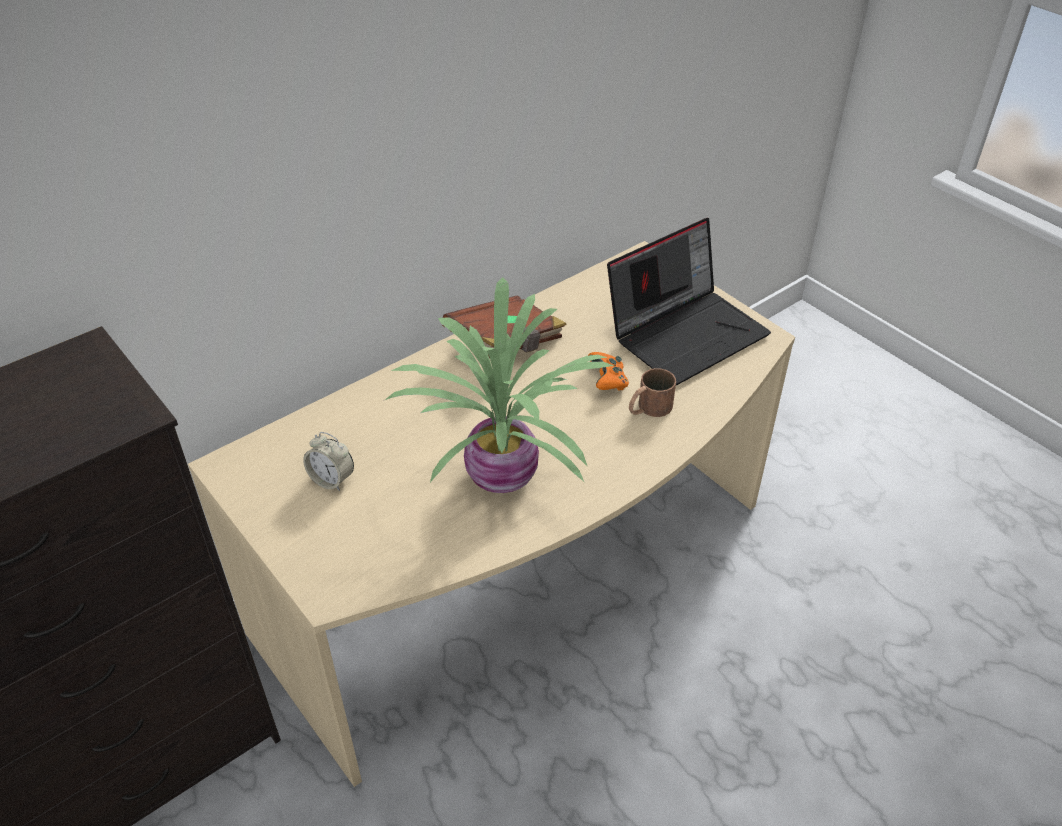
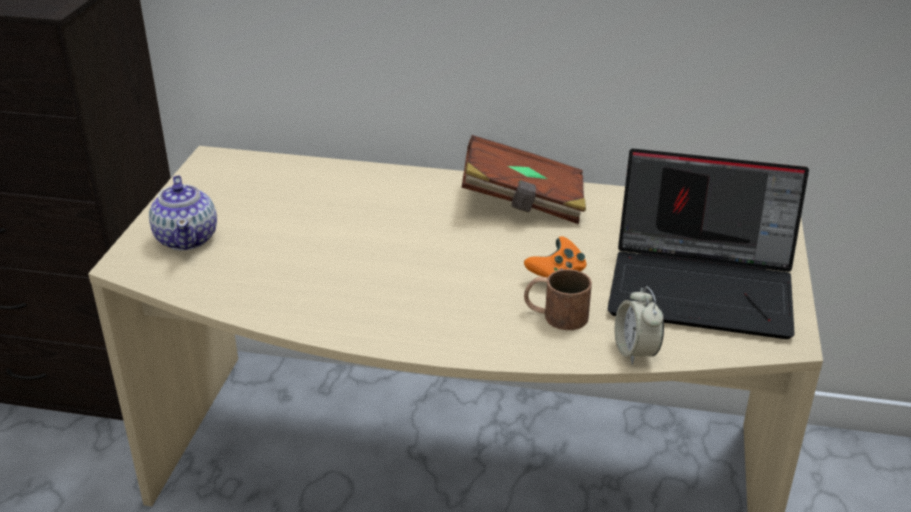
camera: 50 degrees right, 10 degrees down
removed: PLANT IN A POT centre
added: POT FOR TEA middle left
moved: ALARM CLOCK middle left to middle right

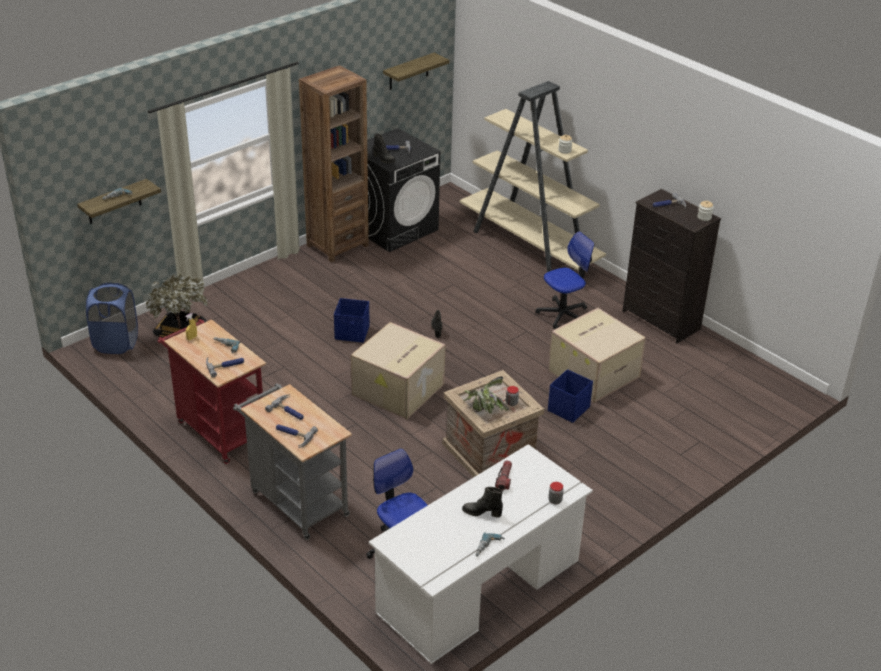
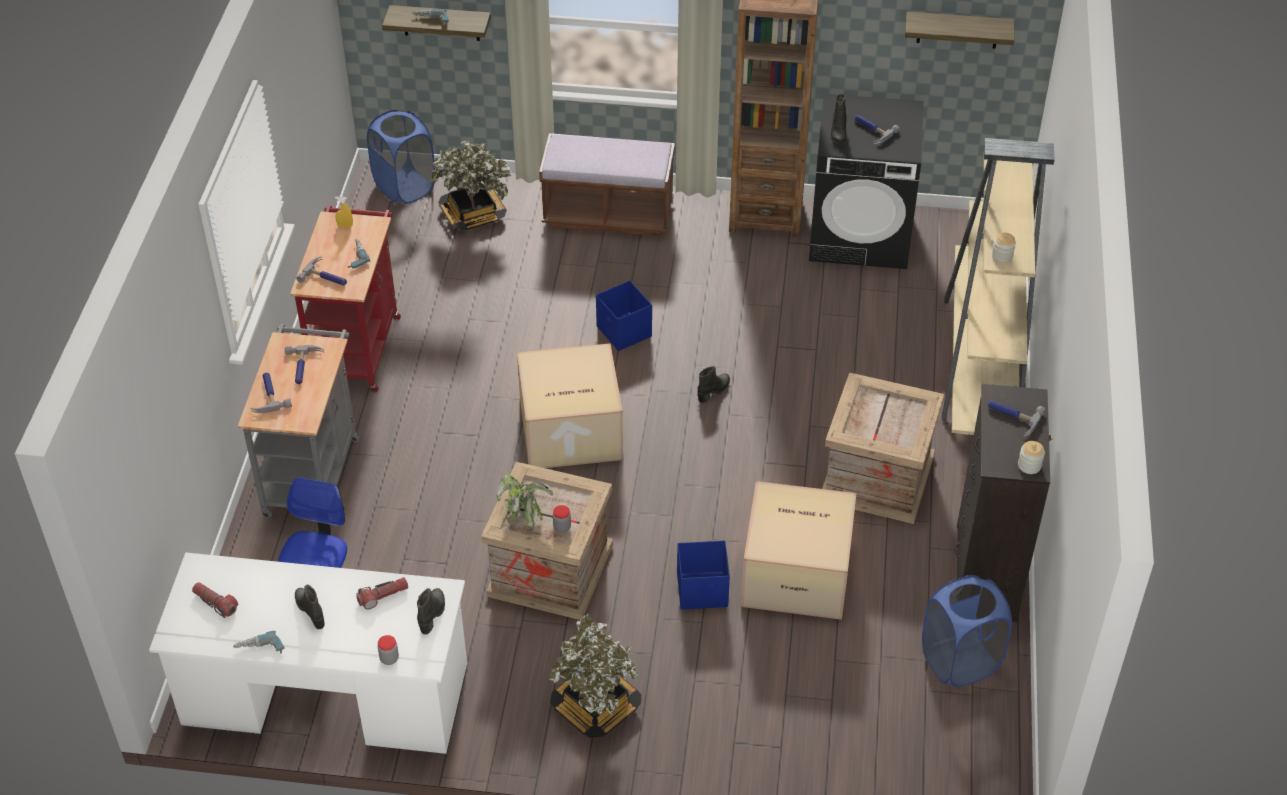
camera: 50 degrees right, 10 degrees up
added: BROWN-COLOURED INDOOR BENCH top centre; BLUE LAUNDRY BASKET (2nd from left) bottom right; TORCH (1st from left) bottom left; BLACKISH BOOT (2nd from left) bottom centre; PLANT IN A POT (3rd from left) bottom centre
replaced: DESK CHAIR (2nd from left) centre to CRATE (2nd from left) middle right

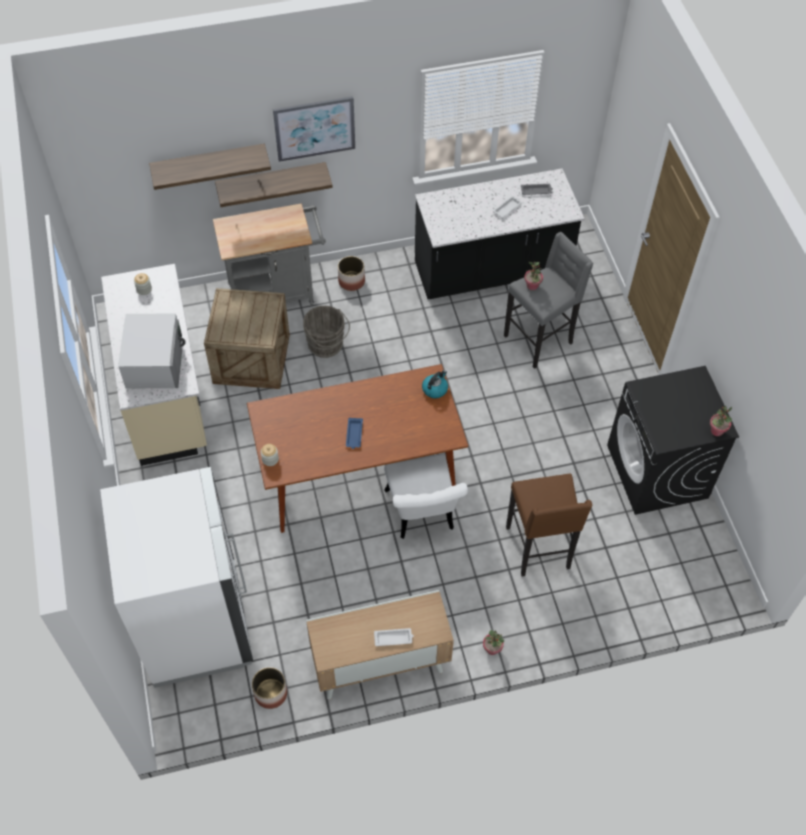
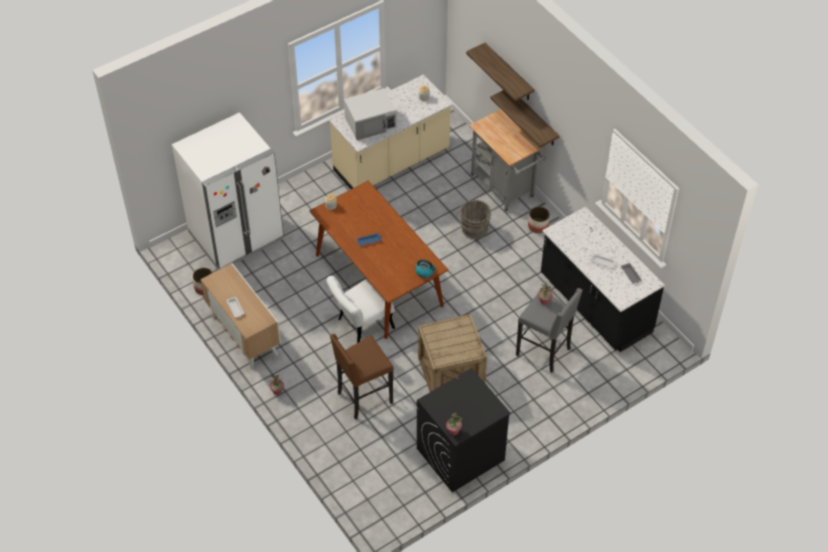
camera: 70 degrees right, 5 degrees down
removed: WALL ART top centre
moved: CRATE middle left to centre

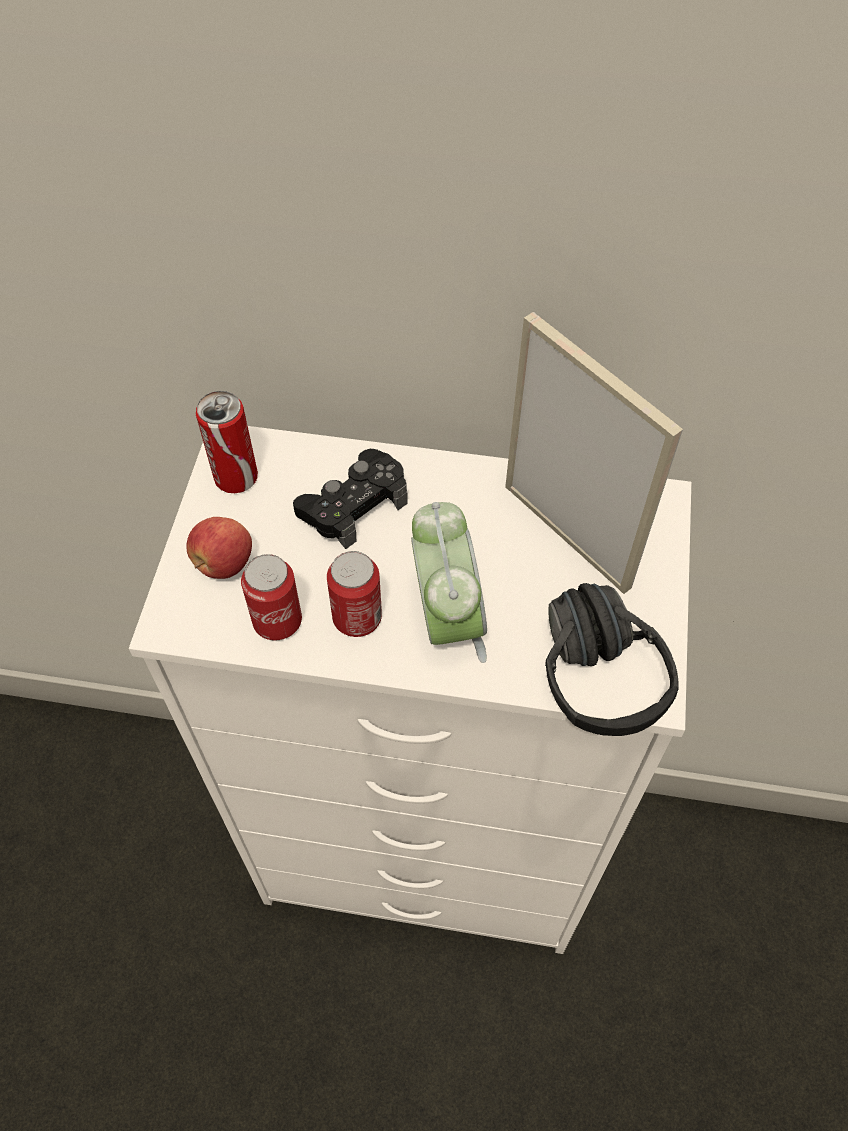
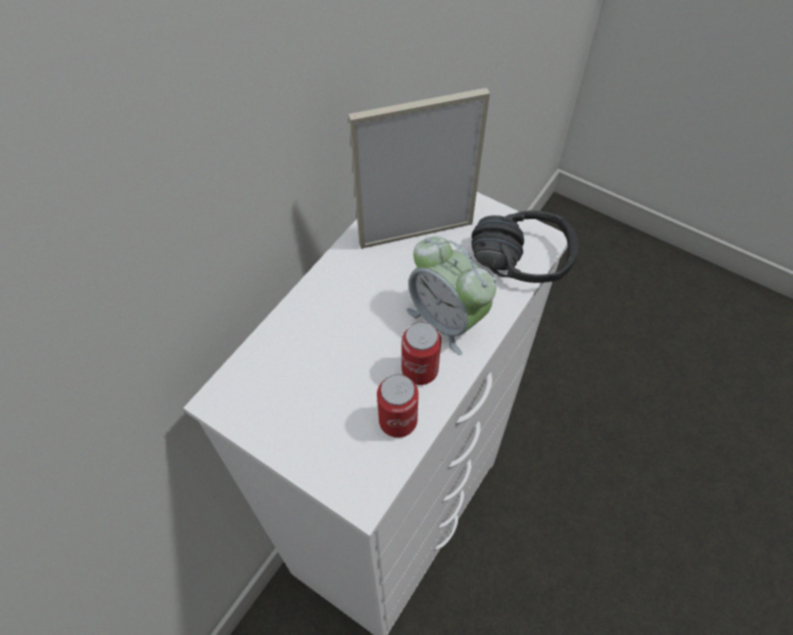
camera: 65 degrees left, 0 degrees up
removed: SEALED CAN (1st from left) middle left; BLACKISH GAMEPAD centre; WHOLE APPLE middle left
turned: ALARM CLOCK centre = centre 150 degrees counterclockwise

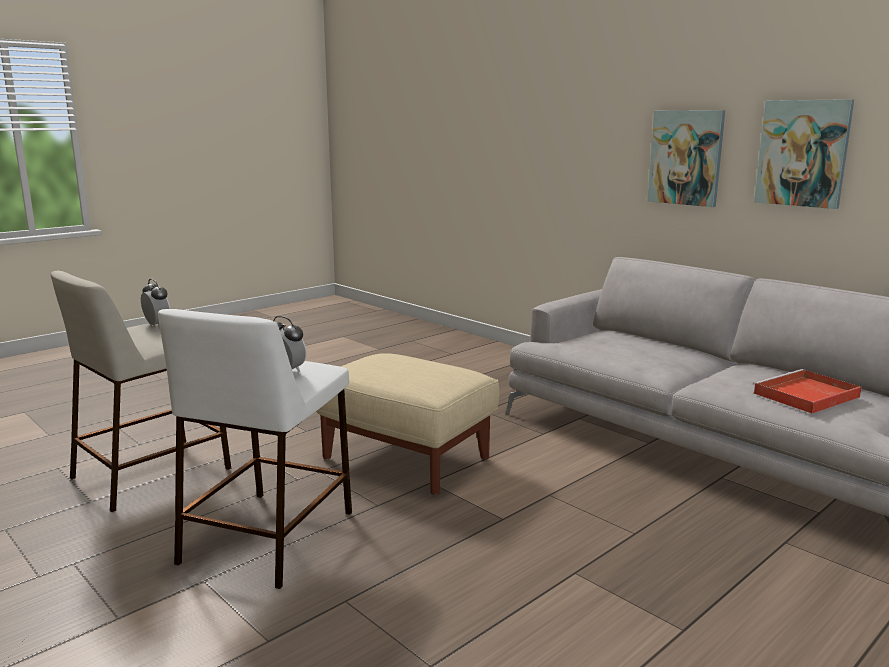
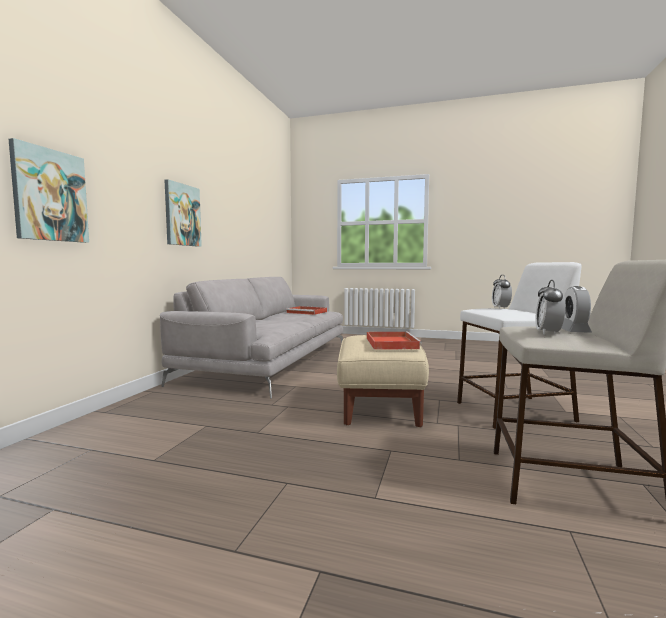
camera: 120 degrees left, 10 degrees down
added: ALARM CLOCK (3rd from left) middle right; REDDISH SERVING TRAY (2nd from left) centre
moved: WALL ART (2nd from left in the first image) top right to WALL ART (1st from left) top left

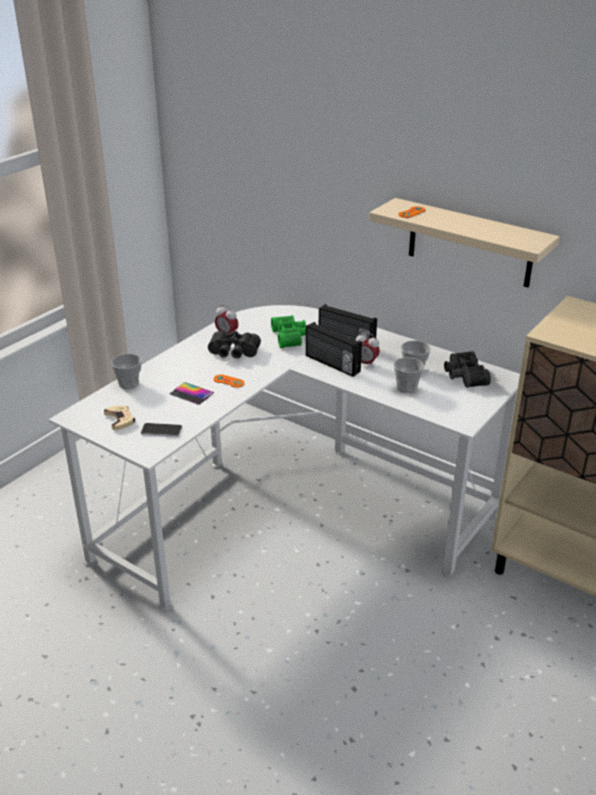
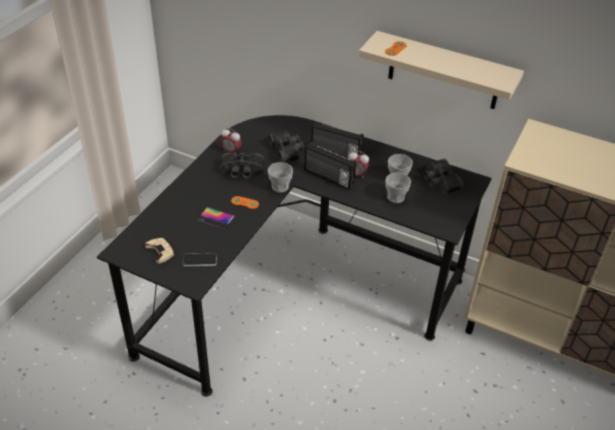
camera: 10 degrees left, 10 degrees up
moved: SMALL CUP (1st from left) middle left to centre
recoloured: WHITISH DESK UNIT centre to BLACKISH DESK UNIT centre; GREENISH FIELD GLASSES centre to BLACKISH FIELD GLASSES (2nd from left) centre

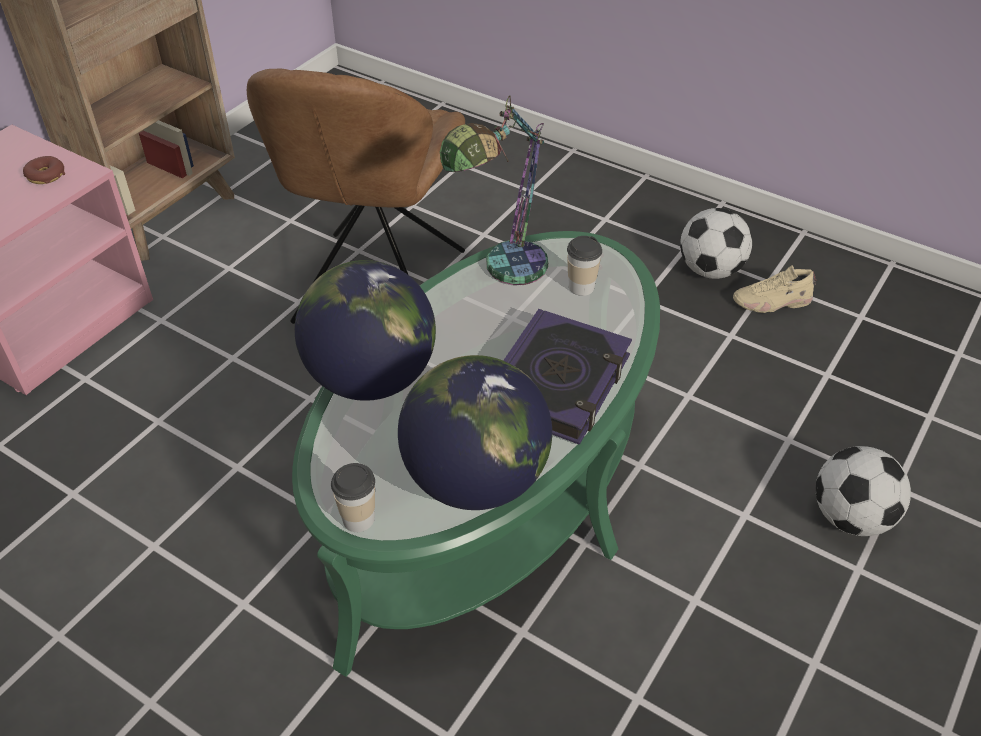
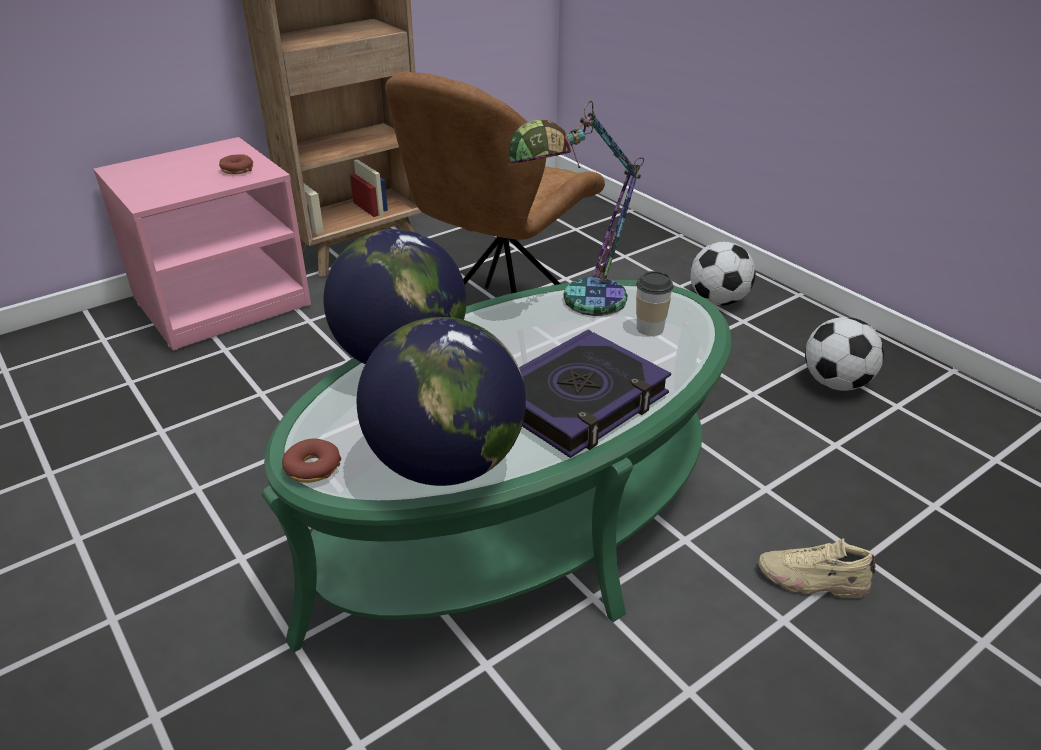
camera: 20 degrees right, 10 degrees down
moved: BEIGE-COLOURED SHOE middle right to bottom right; BALL FOR FOOTBALL (2nd from left in the first image) bottom right to BALL FOR FOOTBALL (1st from left) middle right
replaced: SMALL CUP (1st from left) bottom centre to RING DOUGHNUT (2nd from left) middle left

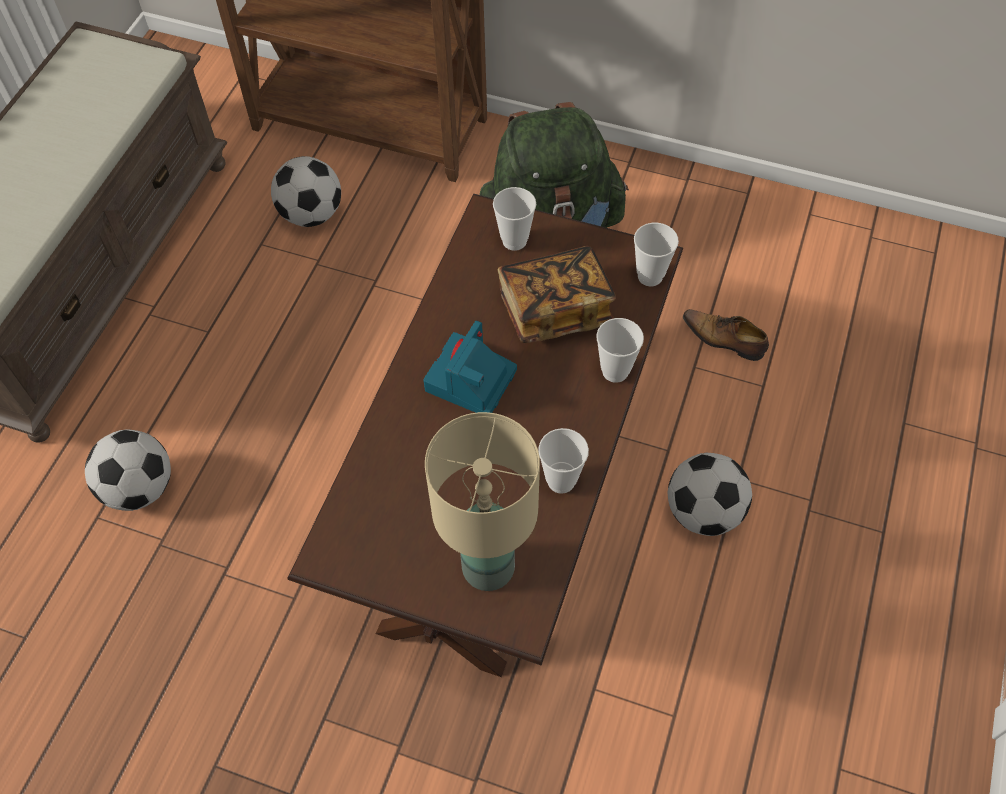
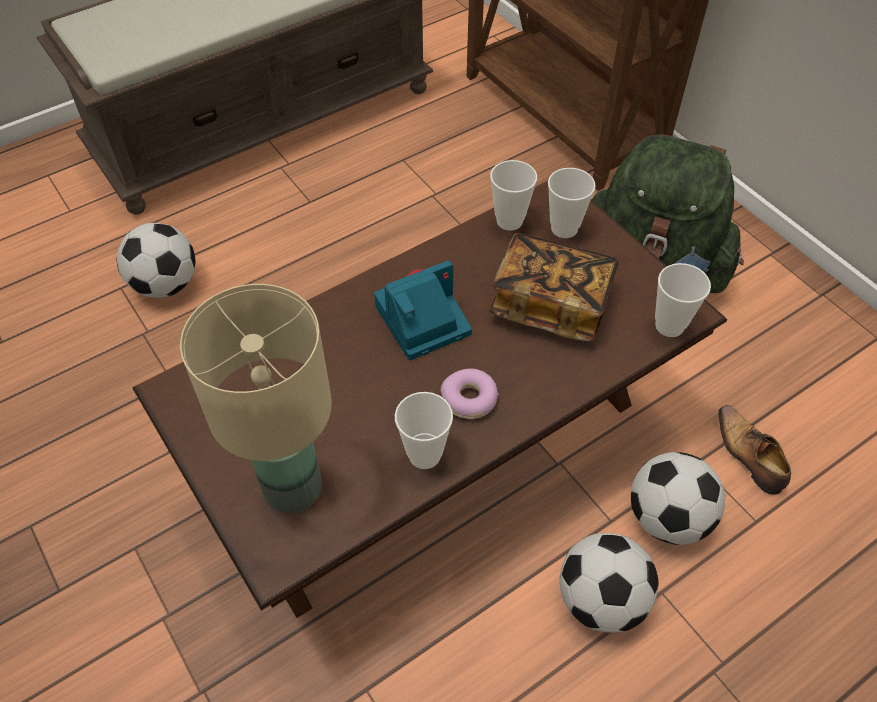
camera: 35 degrees right, 5 degrees down
added: RING DOUGHNUT centre
moved: BALL FOR FOOTBALL (2nd from left in the first image) top left to BALL FOR FOOTBALL (3rd from left) bottom right; SMALL CUP (3rd from left in the first image) centre to SMALL CUP (2nd from left) top centre

